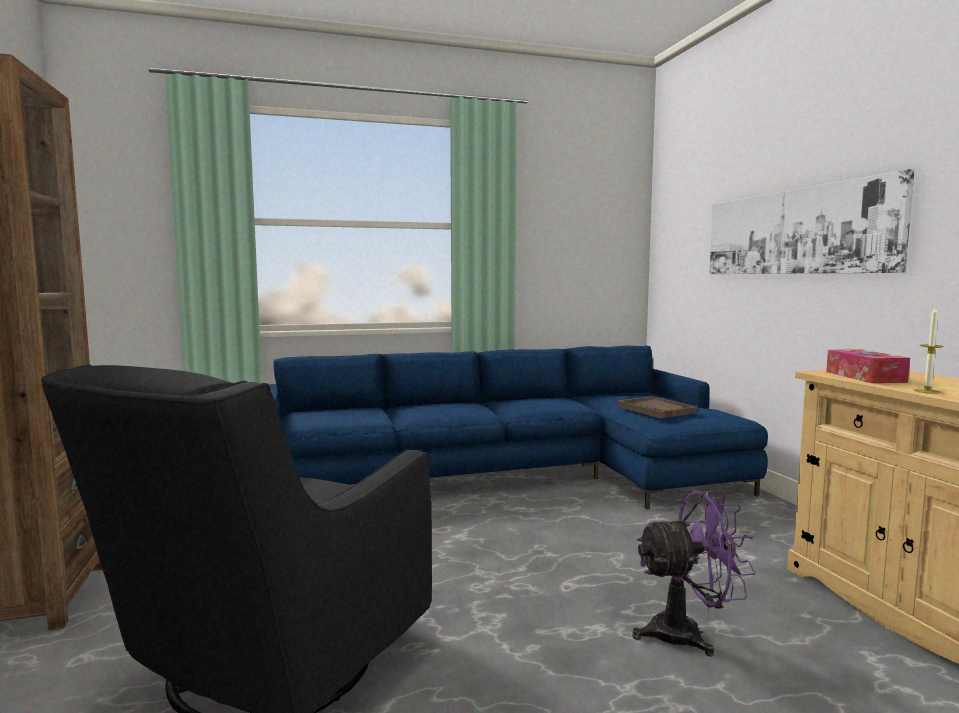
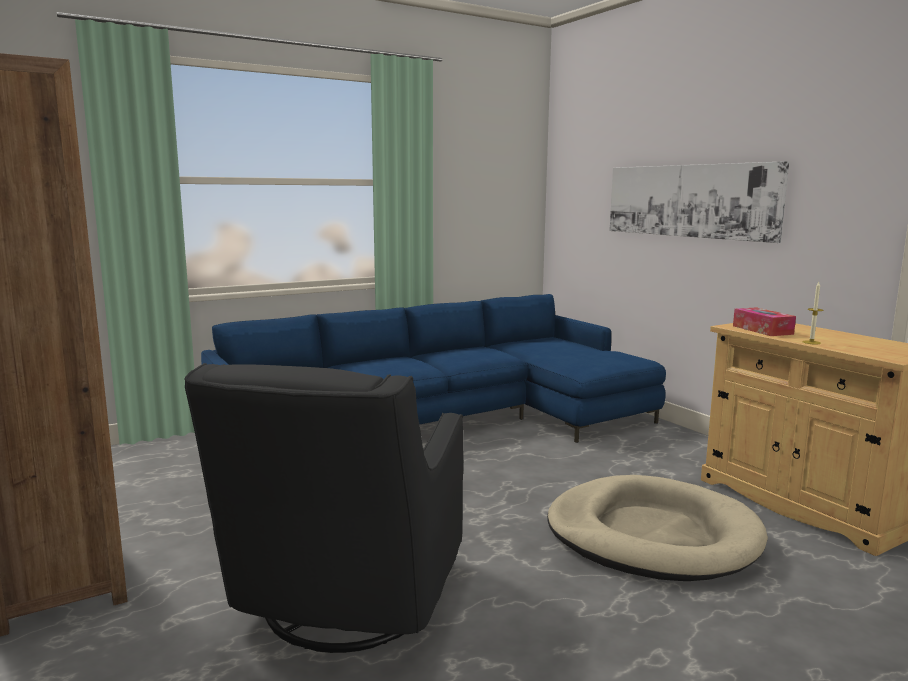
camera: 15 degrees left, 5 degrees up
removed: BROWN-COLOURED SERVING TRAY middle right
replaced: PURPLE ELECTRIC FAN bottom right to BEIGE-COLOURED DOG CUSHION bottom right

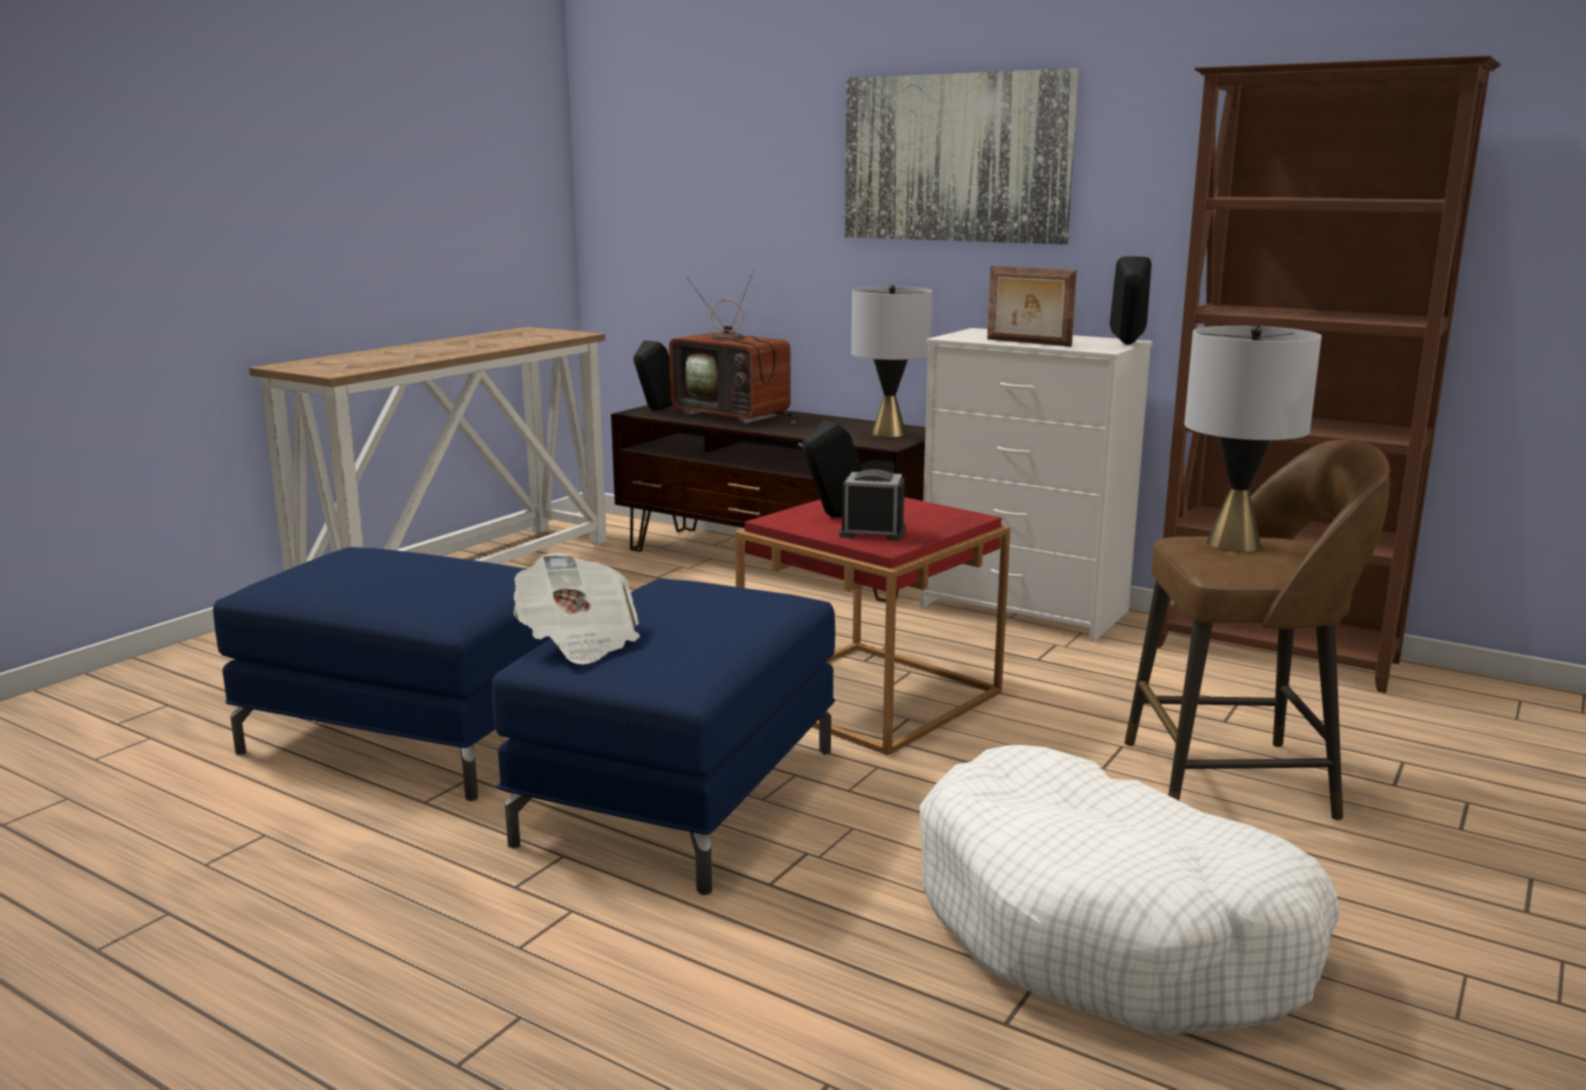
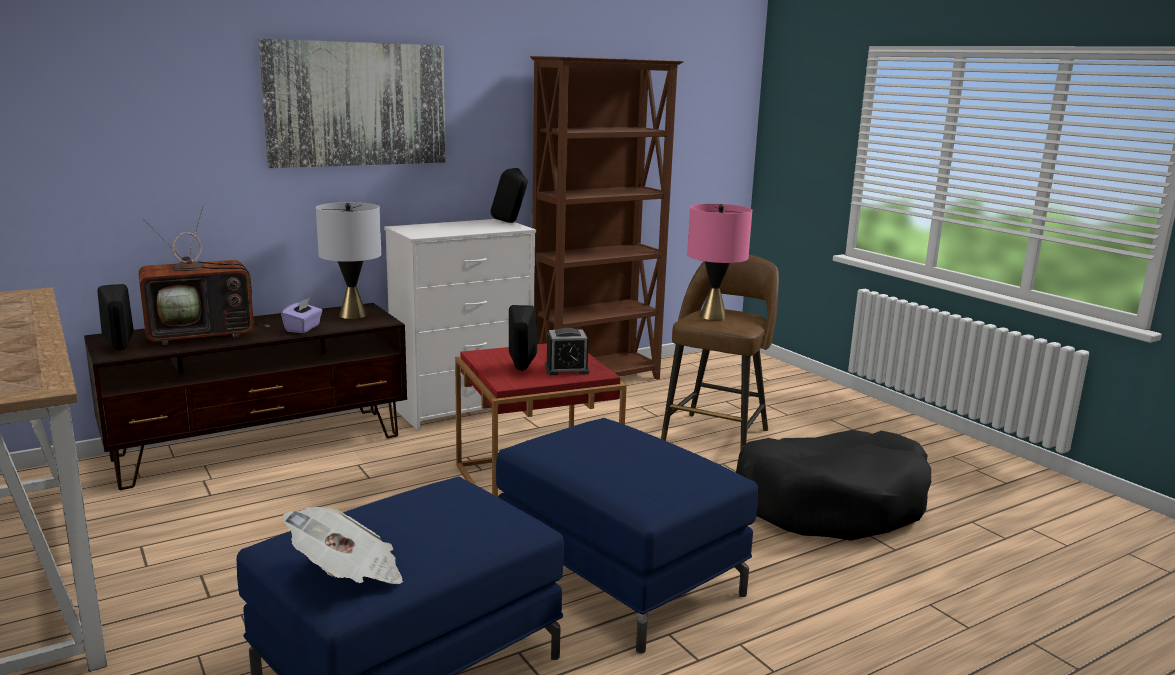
camera: 65 degrees left, 0 degrees up
removed: PICTURE FRAME top centre
added: PURPLE BOX OF TISSUES middle left
moved: PRINTED PAPER centre to bottom left
recoloured: GREYISH TABLE LAMP (2nd from left) middle right to PINK TABLE LAMP centre; WHITISH DOG CUSHION bottom right to BLACKISH DOG CUSHION bottom right
turned: ALARM CLOCK centre = centre 135 degrees counterclockwise

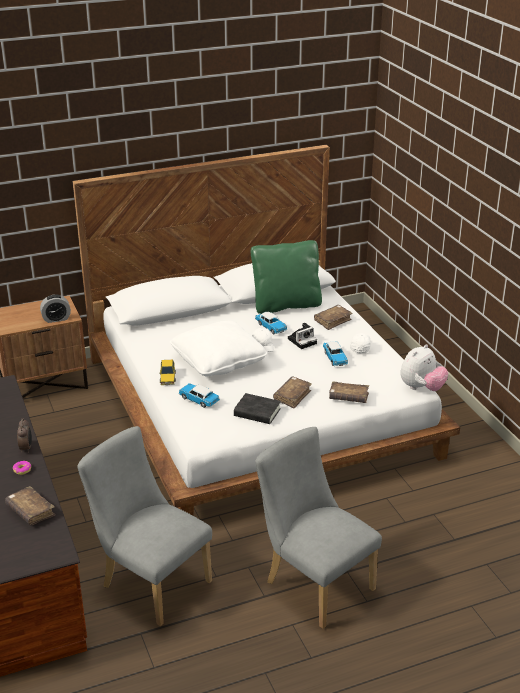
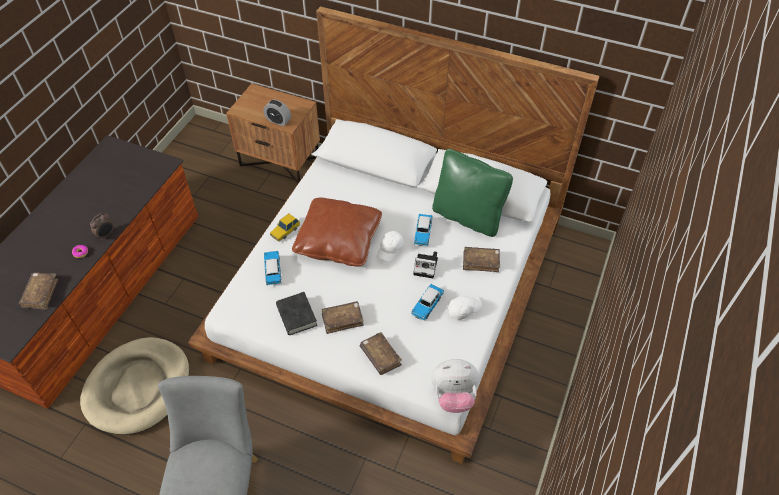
camera: 45 degrees right, 20 degrees up
replaced: GREYISH CHAIR (1st from left) bottom left to BEIGE-COLOURED DOG CUSHION bottom left
recoloured: WHITISH THROW PILLOW centre to BROWN-COLOURED THROW PILLOW centre

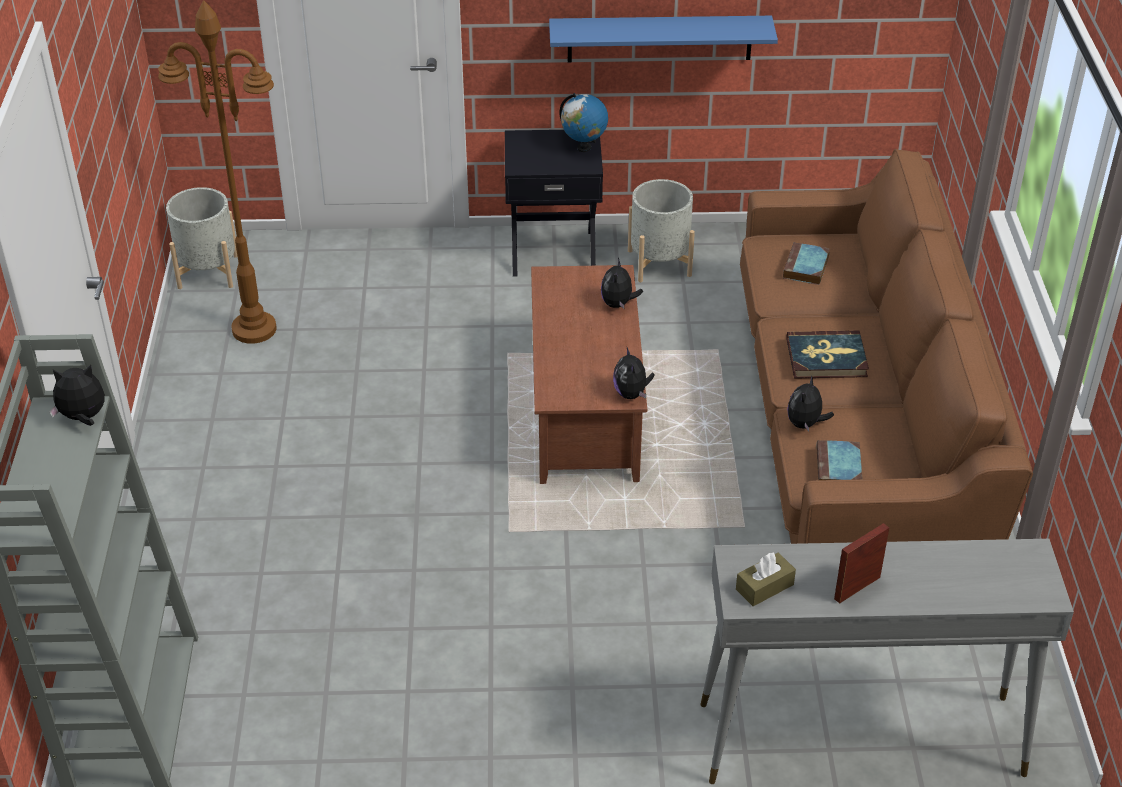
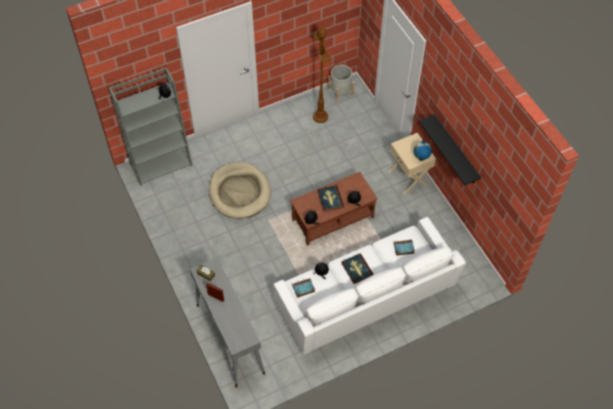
camera: 65 degrees right, 15 degrees up
removed: GREYISH FLOWER POT (2nd from left) top centre
added: BEIGE-COLOURED DOG CUSHION centre; VOLUME (2nd from left) centre
recoloured: BLUE WALL SHELF top centre to BLACKISH WALL SHELF middle right; BLACKISH NIGHTSTAND top centre to BEIGE-COLOURED NIGHTSTAND middle right; BROWN-COLOURED SETTEE middle right to WHITISH SETTEE bottom centre

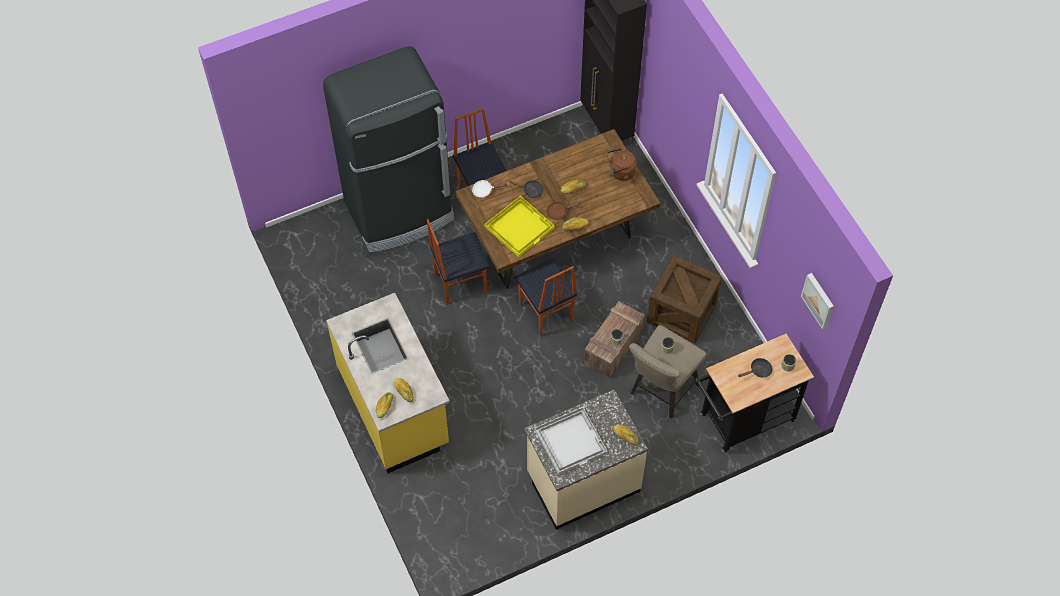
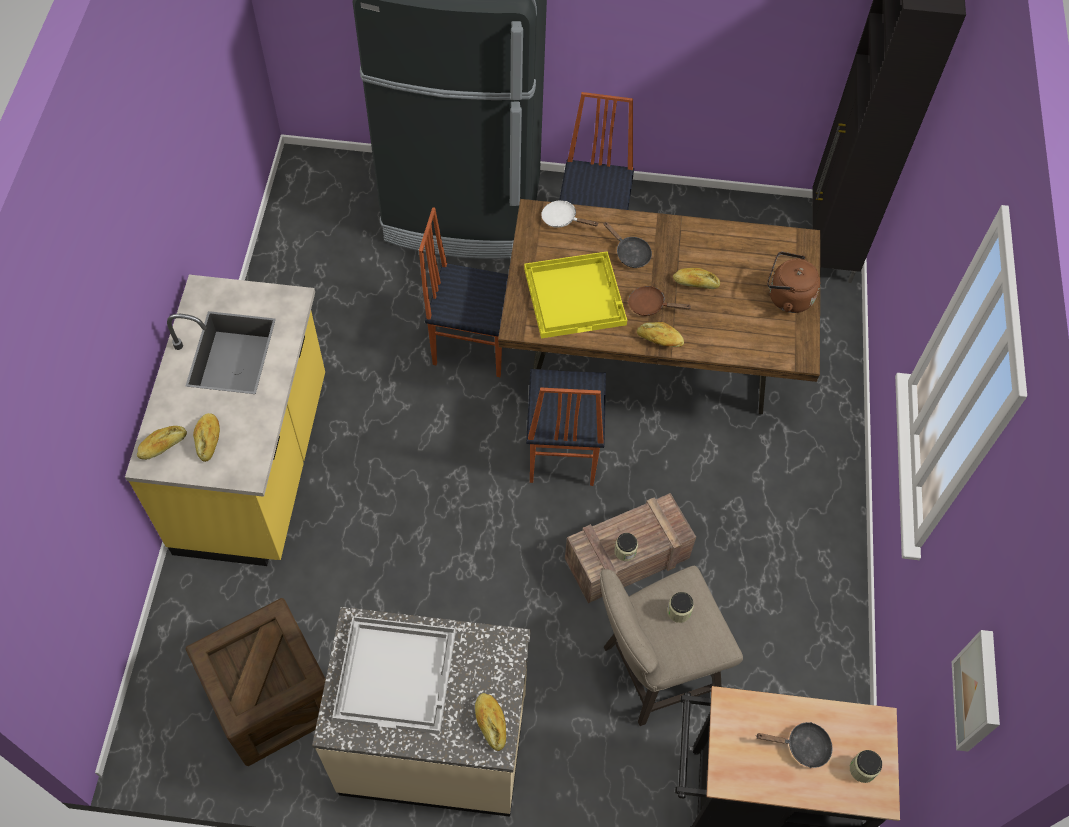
camera: 30 degrees right, 0 degrees up
moved: CRATE (2nd from left in the first image) centre to CRATE (1st from left) bottom left

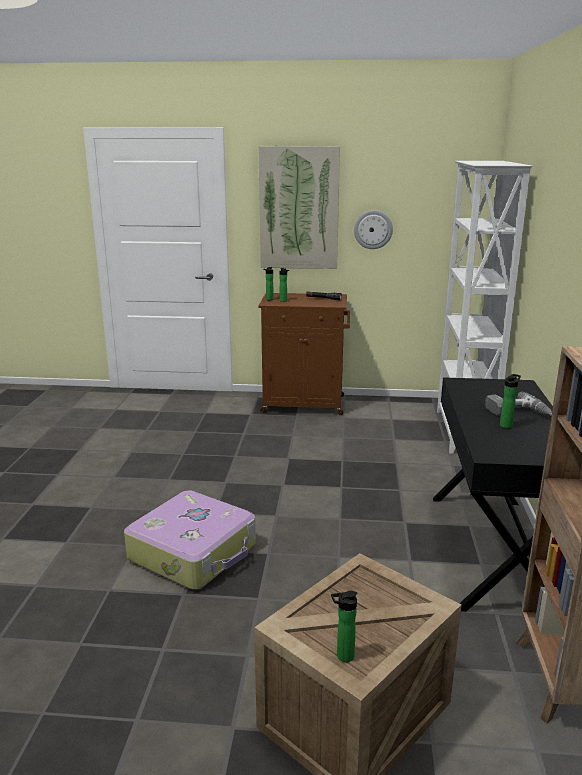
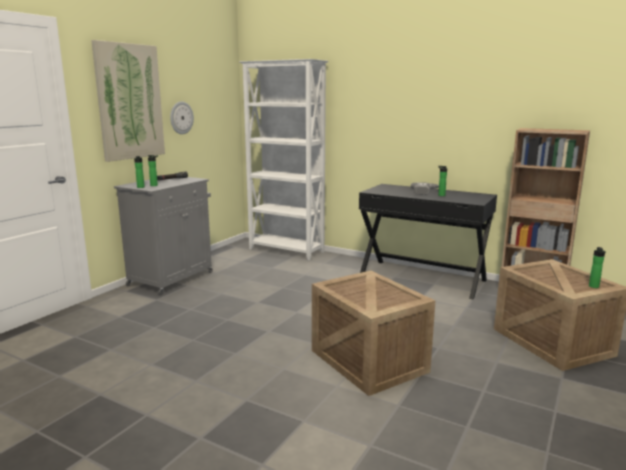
camera: 65 degrees left, 5 degrees down
replaced: SUITCASE bottom left to CRATE (1st from left) bottom centre
recoloured: BROWN-COLOURED STORAGE CABINET centre to GREYISH STORAGE CABINET middle left

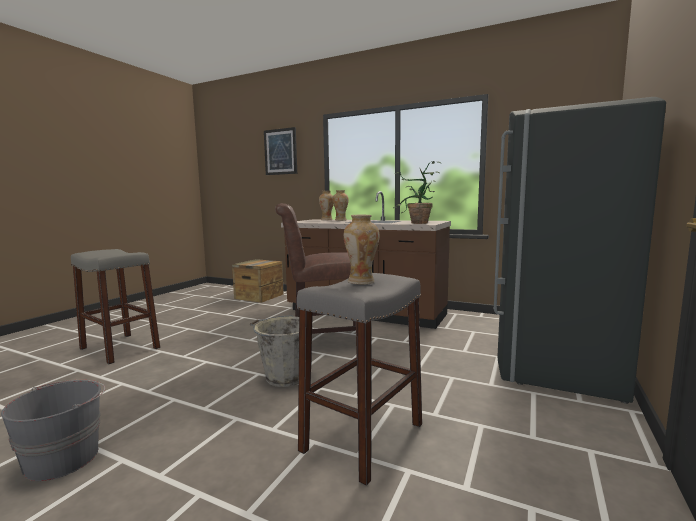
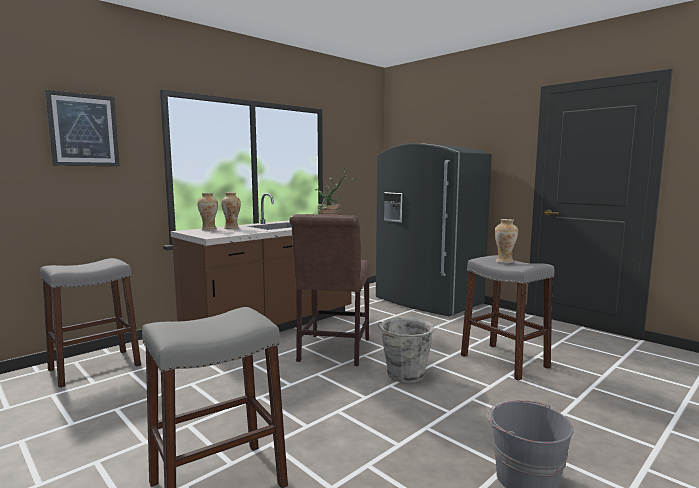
camera: 70 degrees left, 0 degrees up
replaced: CRATE centre to GREYISH STOOL (1st from left) middle left

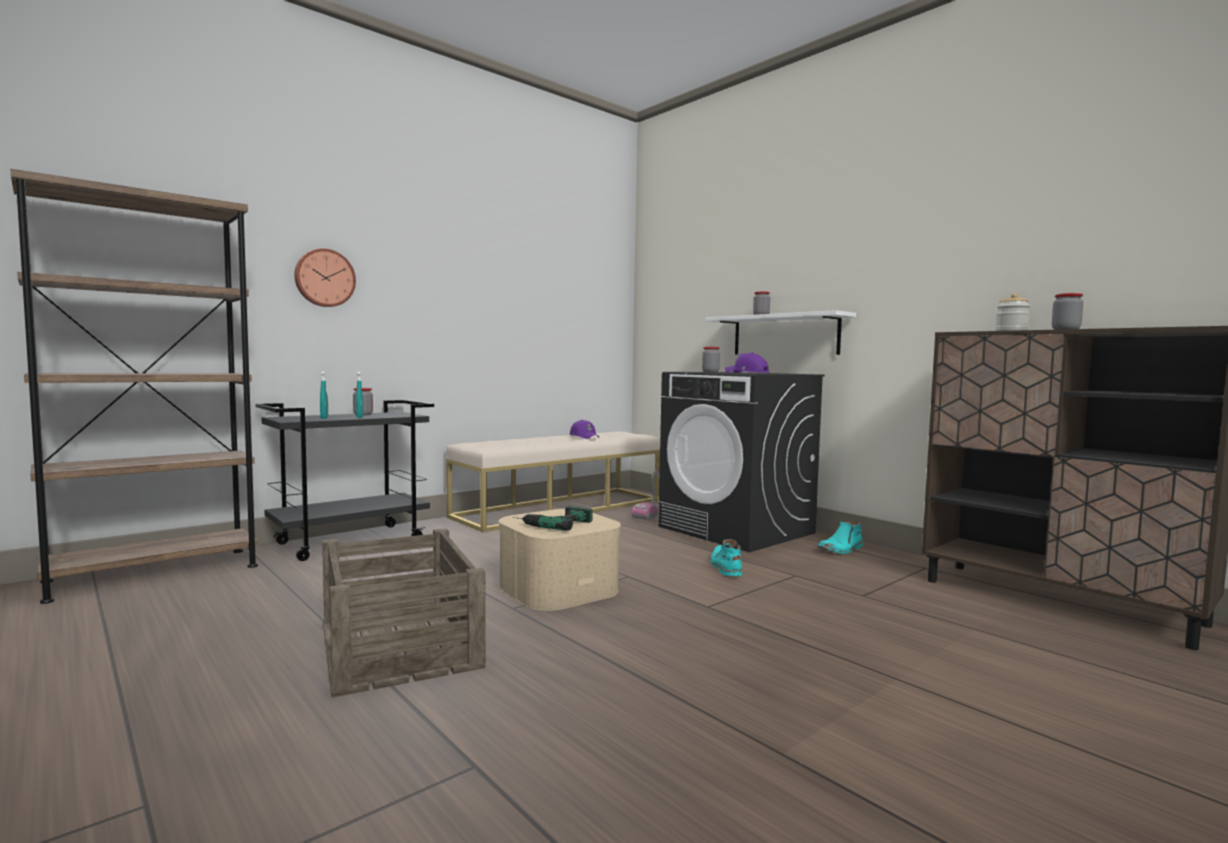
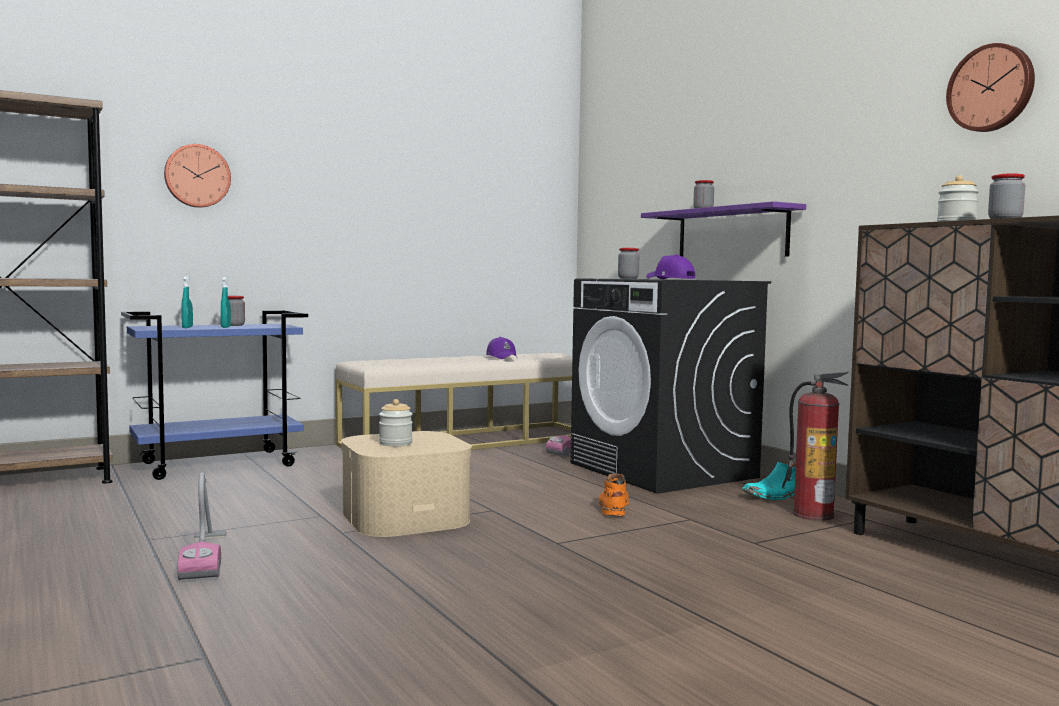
camera: 10 degrees right, 0 degrees up
added: CLOCK ON THE WALL (2nd from left) top right; FIRE-FIGHTING CYLINDER middle right
replaced: DRILL centre to PRESERVE JAR (2nd from left) centre; CRATE bottom left to VACUUM CLEANER (1st from left) bottom left
recoloured: WHITISH WALL SHELF centre to PURPLE WALL SHELF top right; BLACKISH CART middle left to BLUE CART middle left; BLUE-GREEN BOOT (1st from left) centre to ORANGEY BOOT bottom centre

